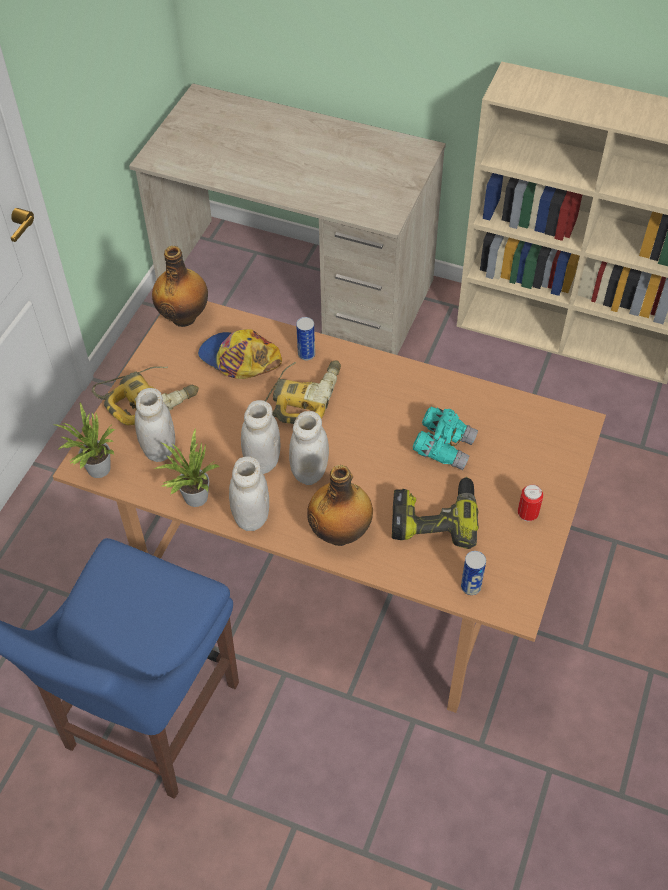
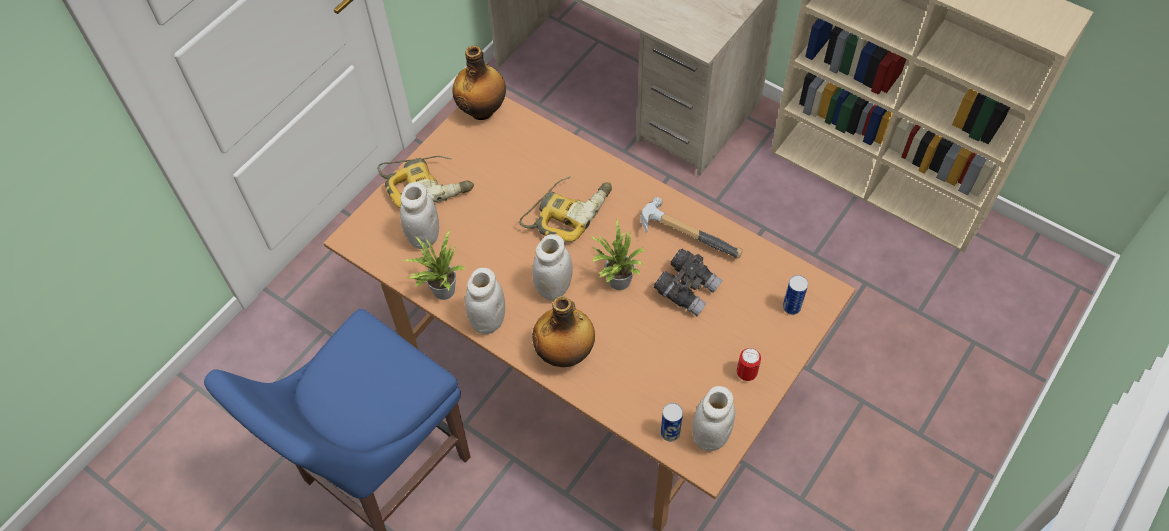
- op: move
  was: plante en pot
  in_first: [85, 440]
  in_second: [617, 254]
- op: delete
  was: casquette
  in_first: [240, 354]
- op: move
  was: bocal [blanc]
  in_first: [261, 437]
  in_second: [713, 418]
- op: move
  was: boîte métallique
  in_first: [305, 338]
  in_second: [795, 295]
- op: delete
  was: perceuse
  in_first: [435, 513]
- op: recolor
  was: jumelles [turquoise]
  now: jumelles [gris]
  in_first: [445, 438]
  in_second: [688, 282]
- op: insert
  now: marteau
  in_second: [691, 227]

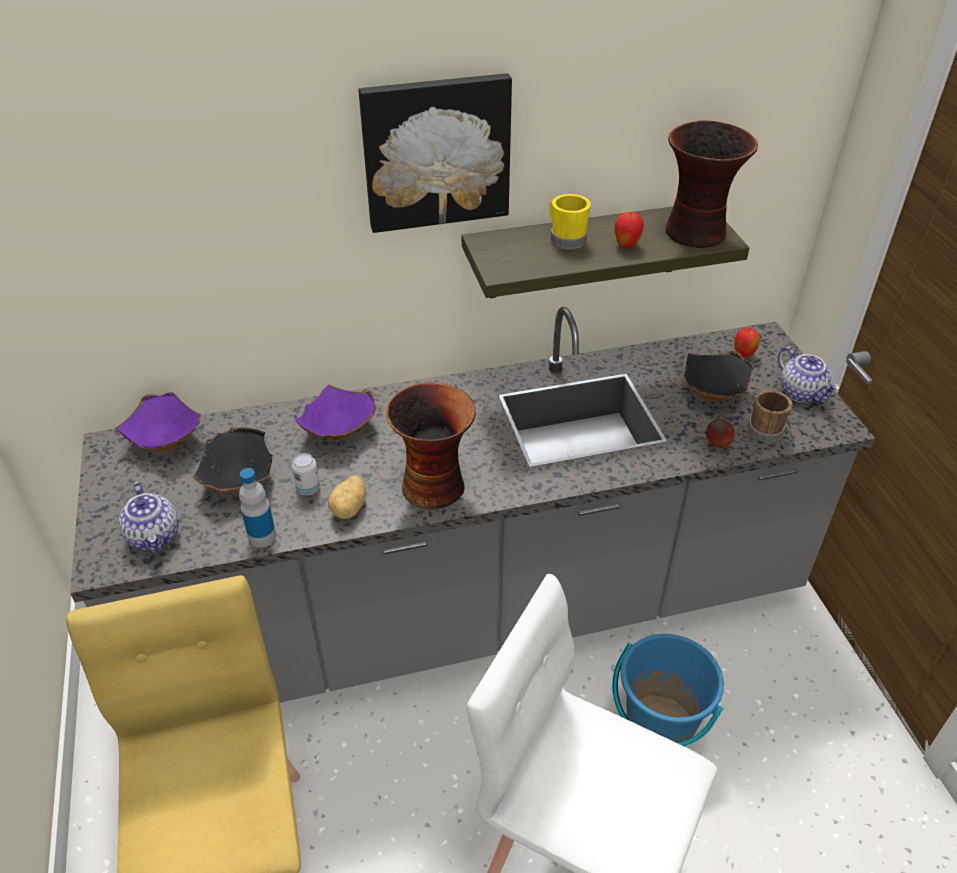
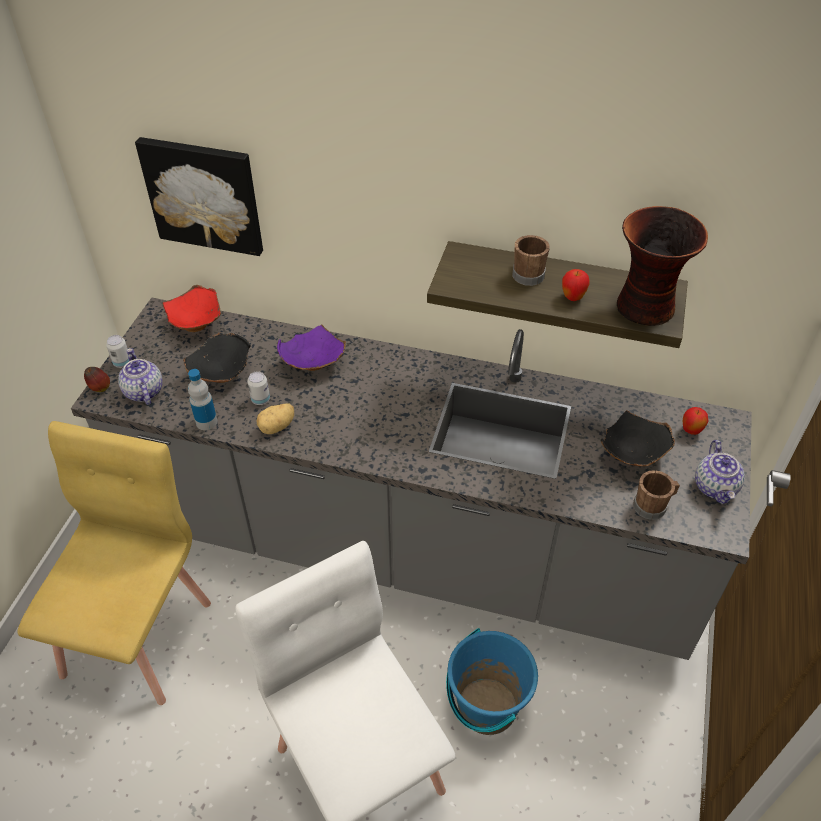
- op: recolor
  was: bol [violet]
  now: bol [rouge]
  in_first: [158, 422]
  in_second: [191, 308]
- op: rotate
  was: théière
  in_first: [149, 517]
  in_second: [140, 376]
  clockwise: 150
- op: move
  was: tableau
  in_first: [435, 153]
  in_second: [199, 196]
- op: delete
  was: vase
  in_first: [430, 446]
- op: recolor
  was: mug [jaune]
  now: mug [marron]
  in_first: [570, 221]
  in_second: [531, 260]
- op: move
  was: pomme
  in_first: [720, 433]
  in_second: [97, 379]
- op: insert
  now: boîte métallique
  in_second: [117, 351]

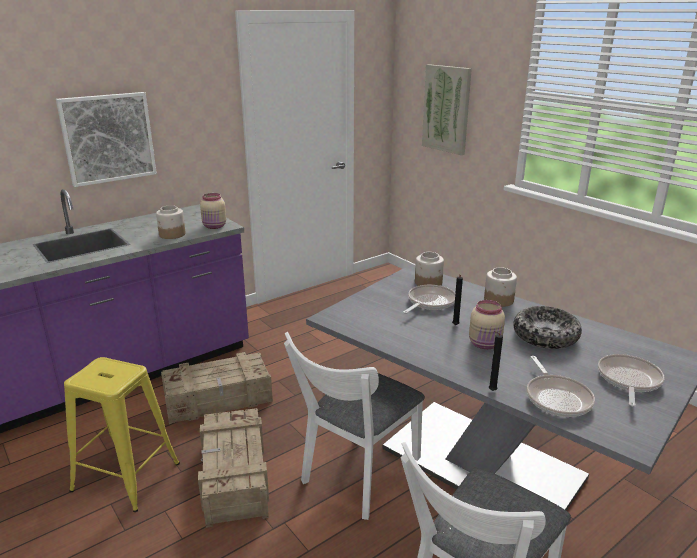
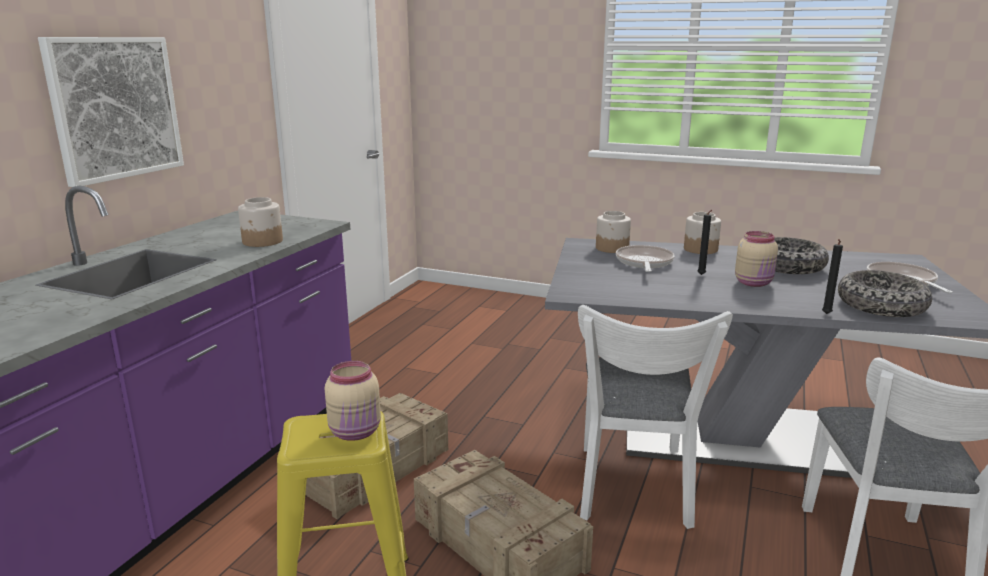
- op: move
  was: bocal [beige]
  in_first: [213, 211]
  in_second: [353, 401]
- op: delete
  was: tableau
  in_first: [447, 109]
- op: replace
  was: poêle
  now: bol
  in_first: [561, 386]
  in_second: [885, 293]

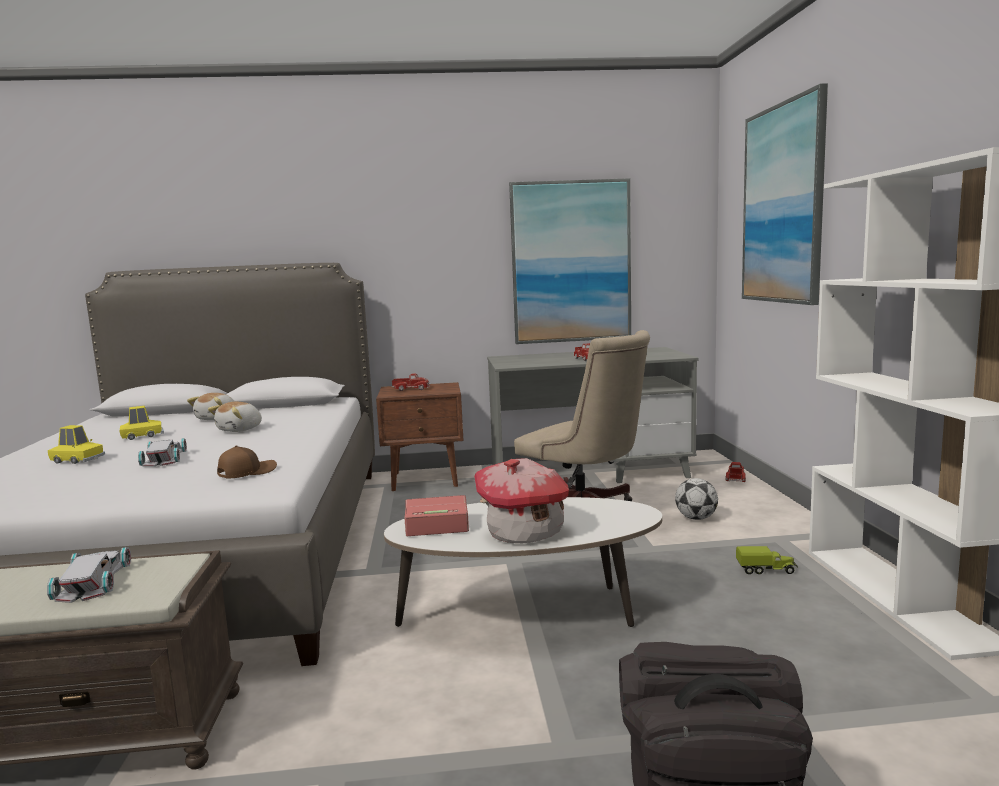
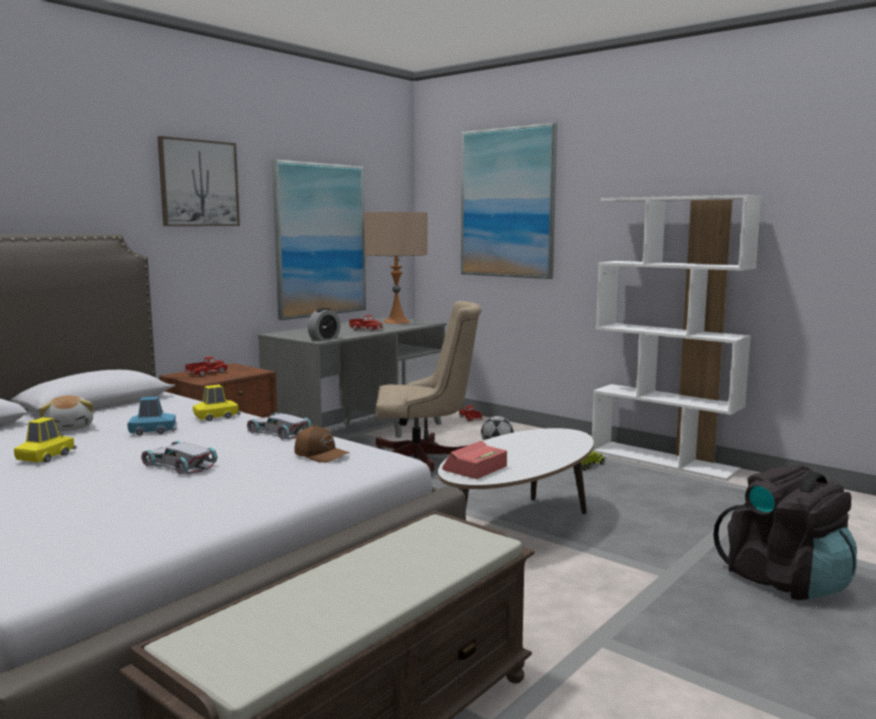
- op: move
  was: petite voiture [blanc]
  in_first: [89, 575]
  in_second: [279, 426]
- op: move
  was: petite voiture [jaune]
  in_first: [76, 444]
  in_second: [217, 403]
- op: replace
  was: peluche
  now: petite voiture [bleu]
  in_first: [235, 416]
  in_second: [152, 416]
- op: rotate
  was: casquette [marron]
  in_first: [247, 461]
  in_second: [322, 443]
  clockwise: 120
- op: delete
  was: maison miniature
  in_first: [521, 500]
- op: insert
  now: tableau
  in_second: [198, 181]
- op: insert
  now: réveil
  in_second: [324, 324]
- op: insert
  now: lampe de table [beige]
  in_second: [396, 268]

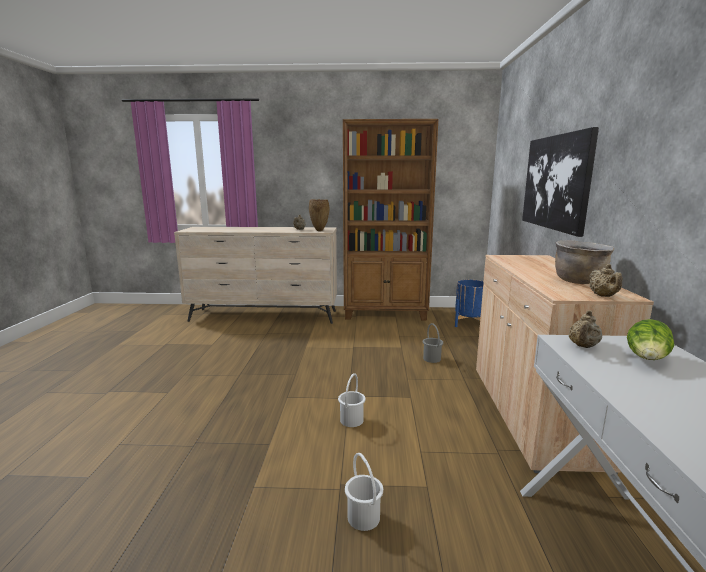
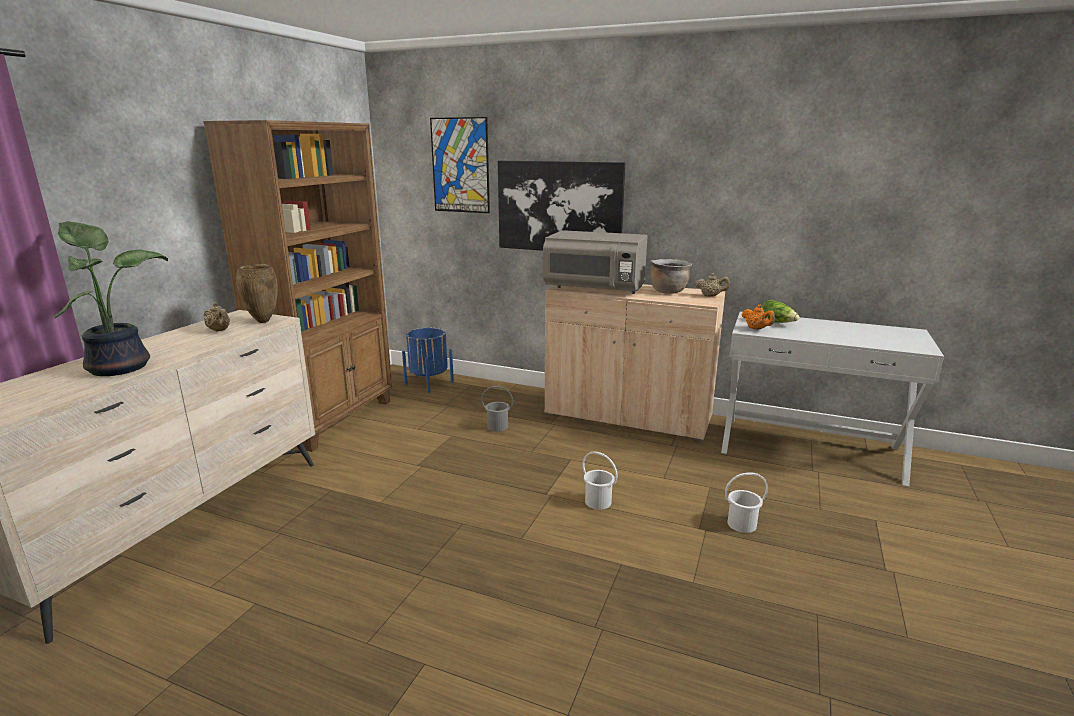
- op: recolor
  was: théière [beige]
  now: théière [orange]
  in_first: [585, 329]
  in_second: [758, 317]
- op: insert
  now: plante en pot
  in_second: [111, 298]
- op: insert
  now: tableau
  in_second: [460, 165]
- op: insert
  now: micro-ondes [gris]
  in_second: [595, 262]

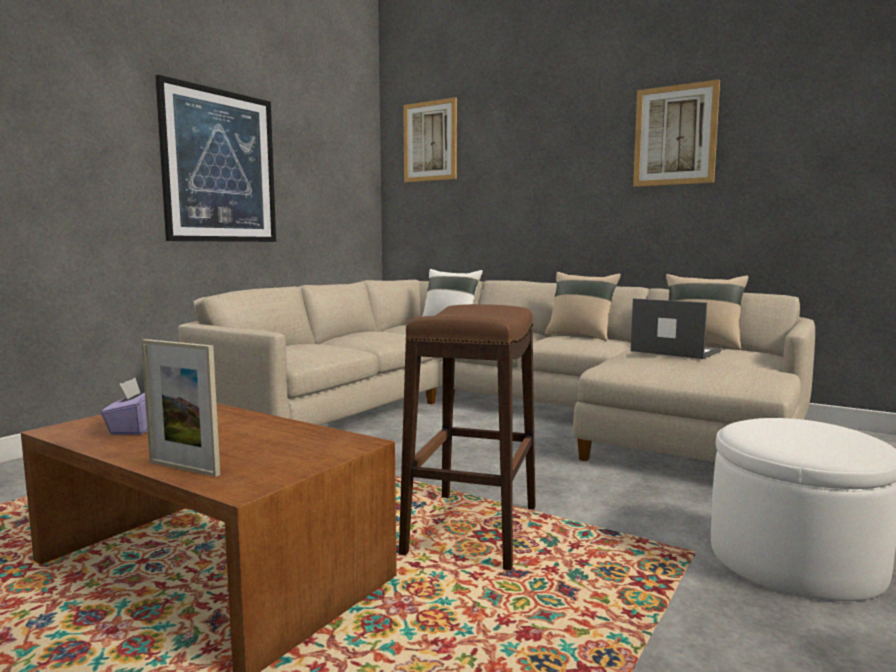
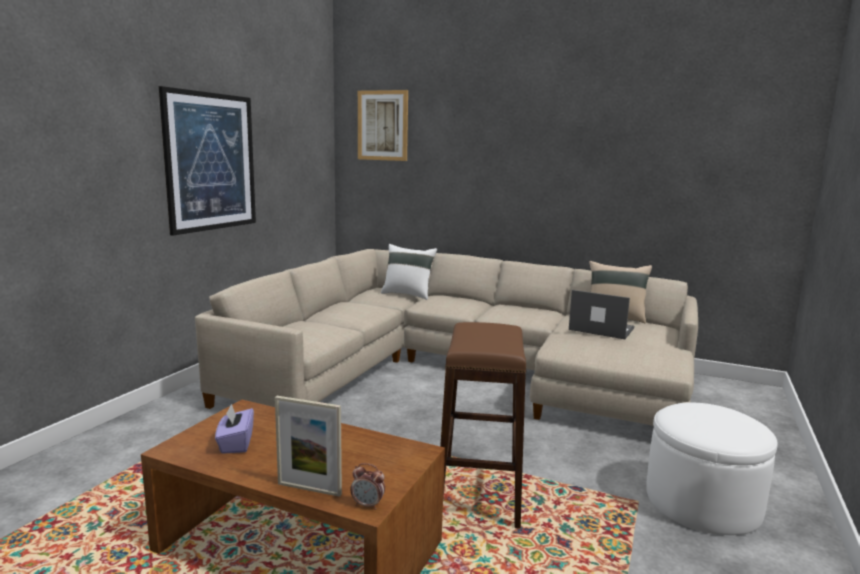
- op: delete
  was: coussin [beige]
  in_first: [583, 306]
- op: delete
  was: tableau
  in_first: [676, 133]
- op: insert
  now: réveil
  in_second: [367, 486]

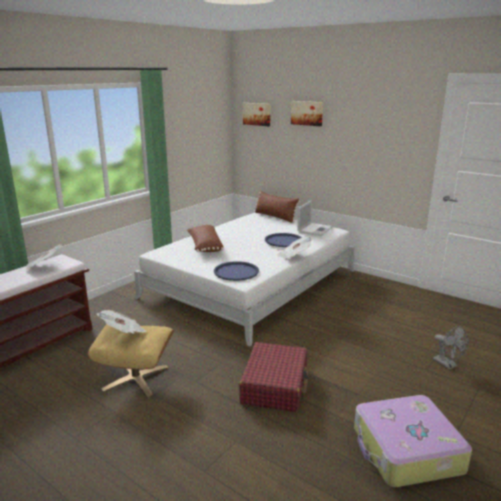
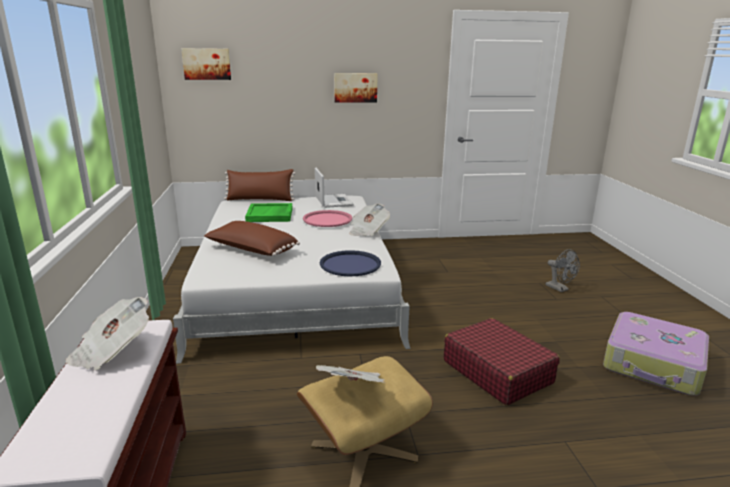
- op: recolor
  was: plateau [bleu]
  now: plateau [rose]
  in_first: [283, 240]
  in_second: [327, 218]
- op: move
  was: tableau
  in_first: [307, 113]
  in_second: [356, 88]
- op: rotate
  was: ventilateur [gris]
  in_first: [451, 348]
  in_second: [563, 270]
  clockwise: 45
- op: insert
  now: plateau [vert]
  in_second: [268, 212]

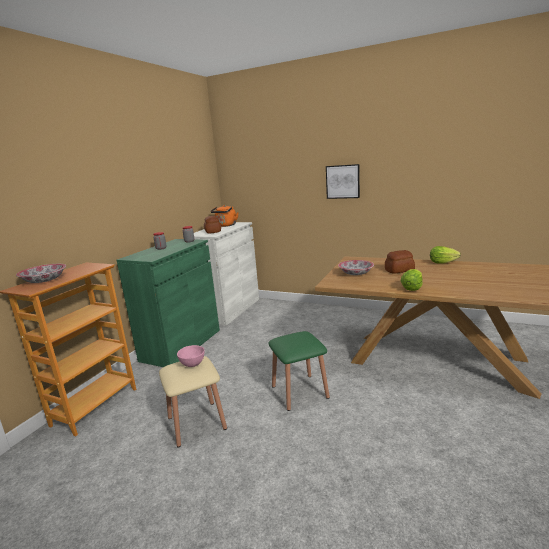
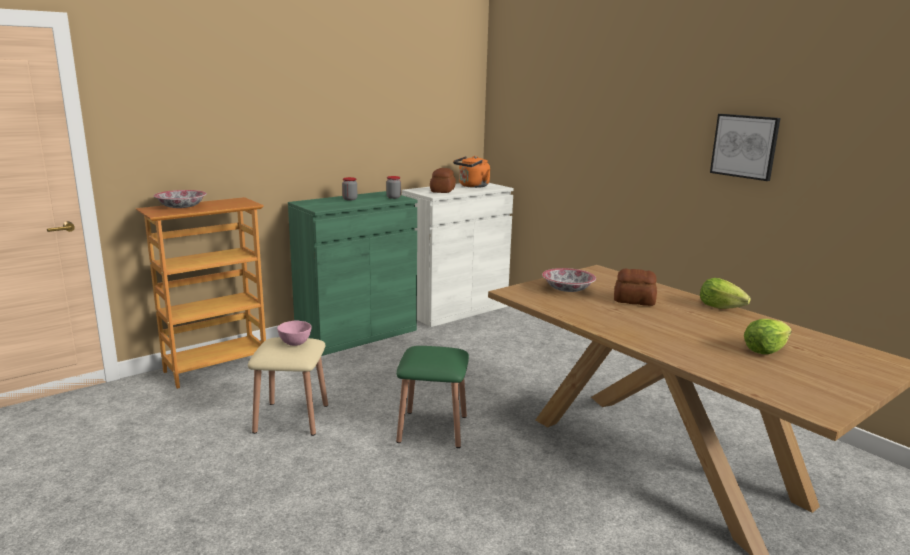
- op: move
  was: tableau
  in_first: [343, 181]
  in_second: [745, 147]
- op: move
  was: laitue
  in_first: [411, 280]
  in_second: [768, 336]

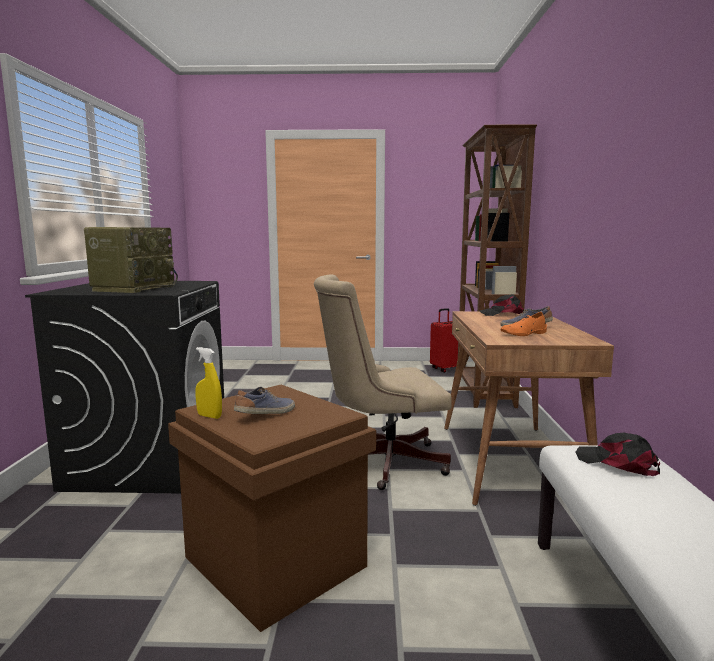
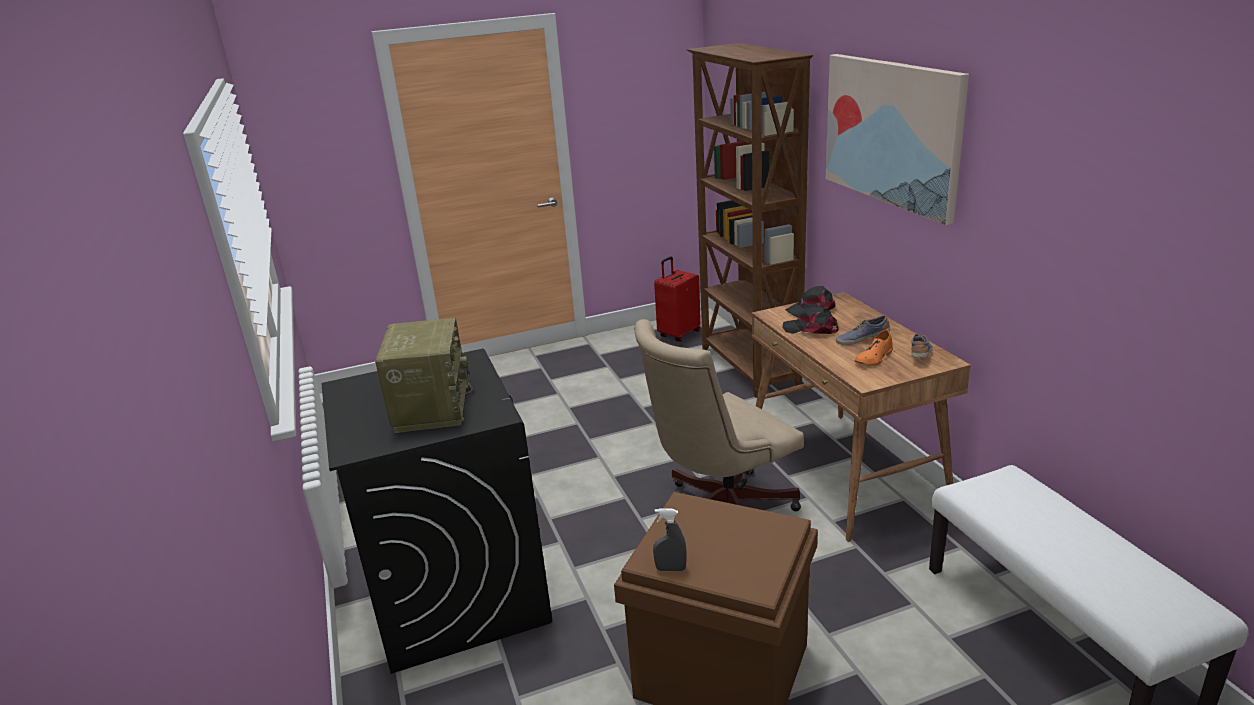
- op: recolor
  was: vaporisateur [jaune]
  now: vaporisateur [gris]
  in_first: [208, 383]
  in_second: [670, 539]
- op: move
  was: chaussure
  in_first: [264, 400]
  in_second: [922, 346]
- op: move
  was: casquette [noir]
  in_first: [618, 454]
  in_second: [810, 320]
- op: insert
  now: tableau
  in_second: [897, 139]

